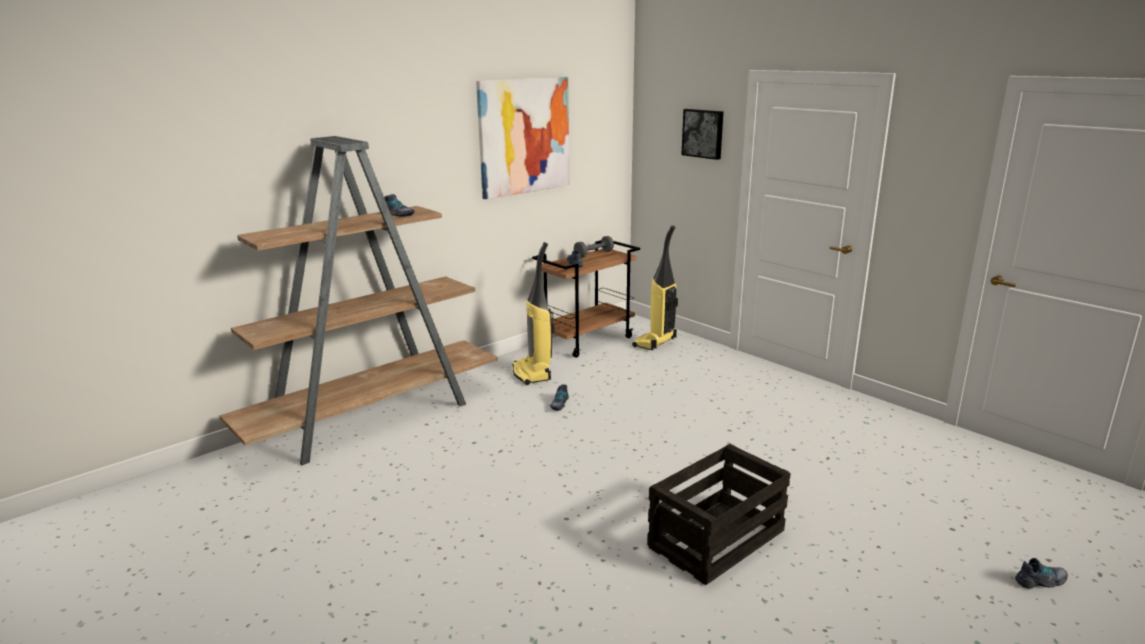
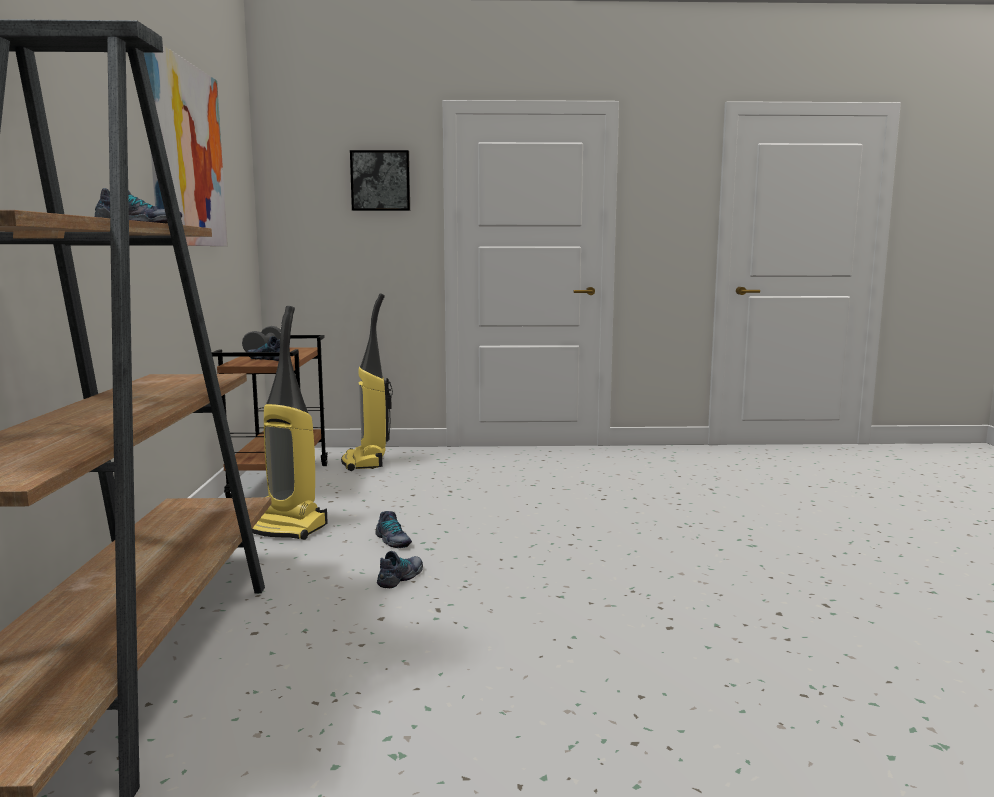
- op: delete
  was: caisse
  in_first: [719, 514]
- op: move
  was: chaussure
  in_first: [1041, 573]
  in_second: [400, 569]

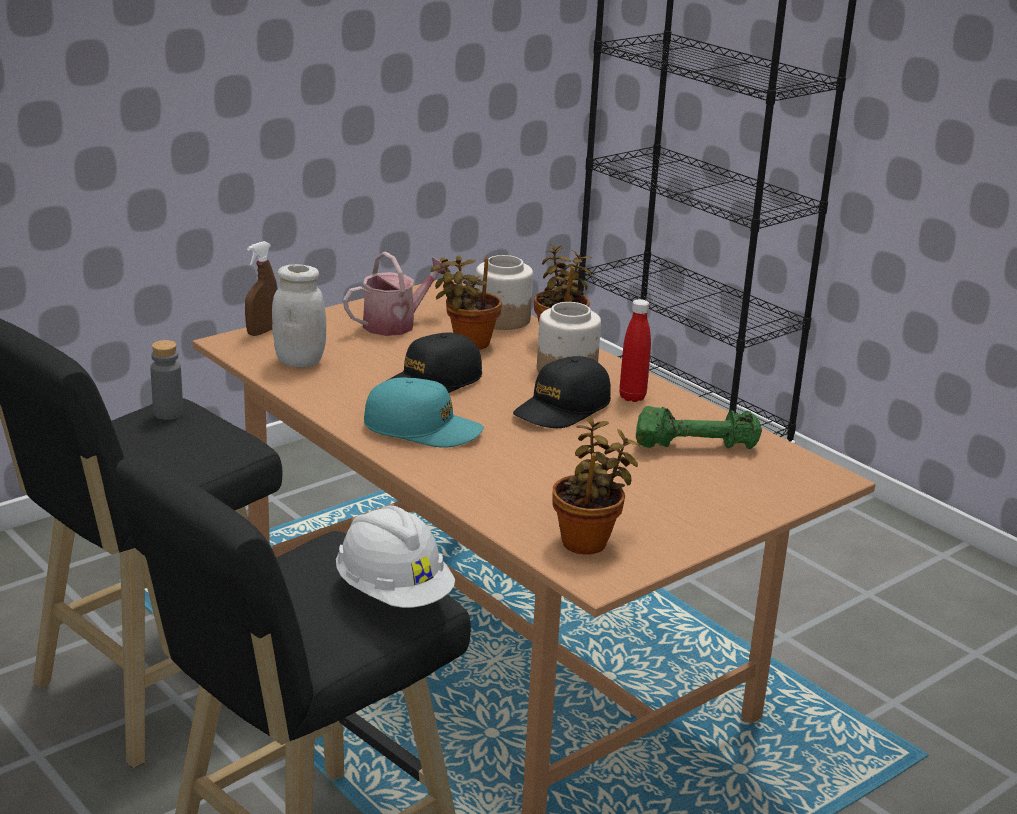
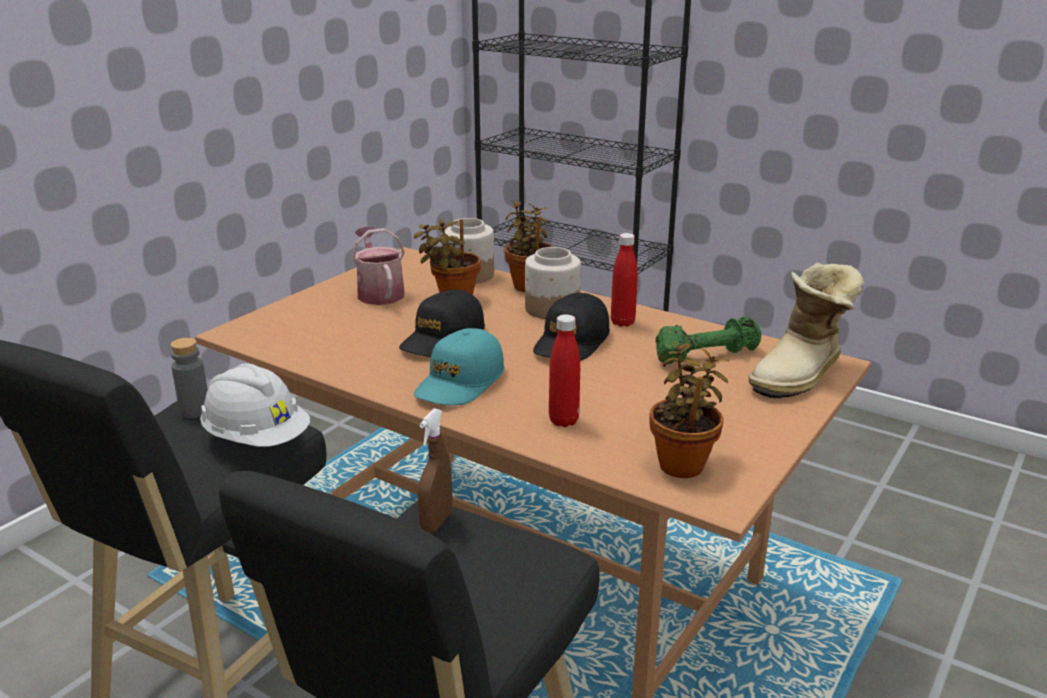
- op: move
  was: vaporisateur [marron]
  in_first: [261, 288]
  in_second: [435, 470]
- op: delete
  was: bocal [blanc]
  in_first: [299, 315]
- op: move
  was: casque de chantier [blanc]
  in_first: [395, 556]
  in_second: [255, 405]
- op: rotate
  was: arrosoir
  in_first: [397, 294]
  in_second: [378, 265]
  clockwise: -60
- op: rotate
  was: casquette [turquoise]
  in_first: [424, 412]
  in_second: [459, 366]
  clockwise: 120
- op: insert
  now: bouteille [rouge]
  in_second: [564, 370]
- op: insert
  now: botte
  in_second: [806, 330]

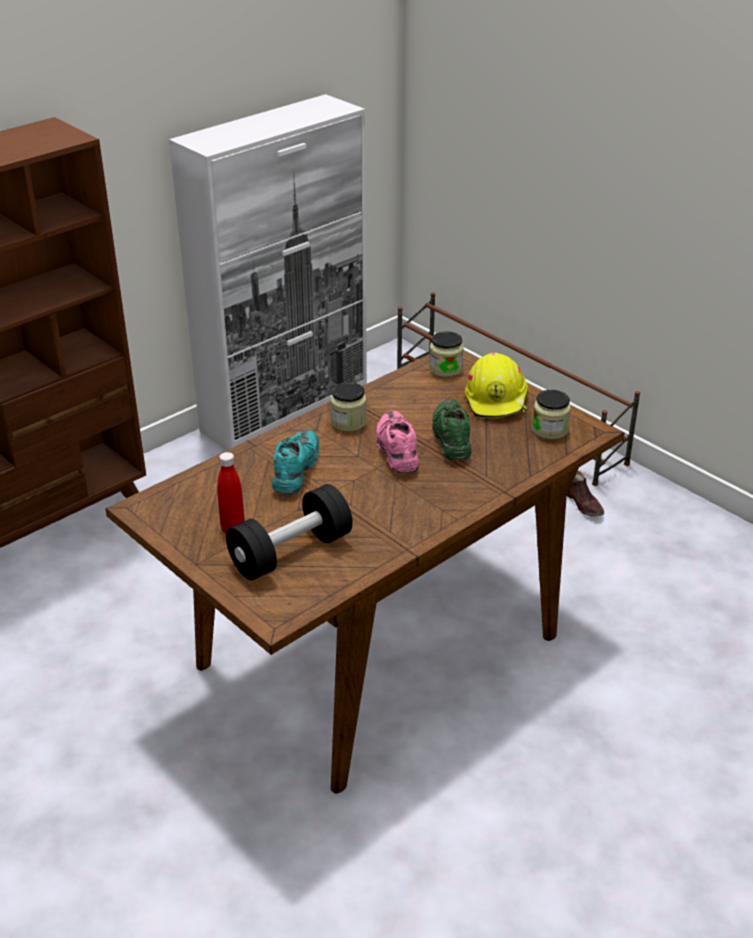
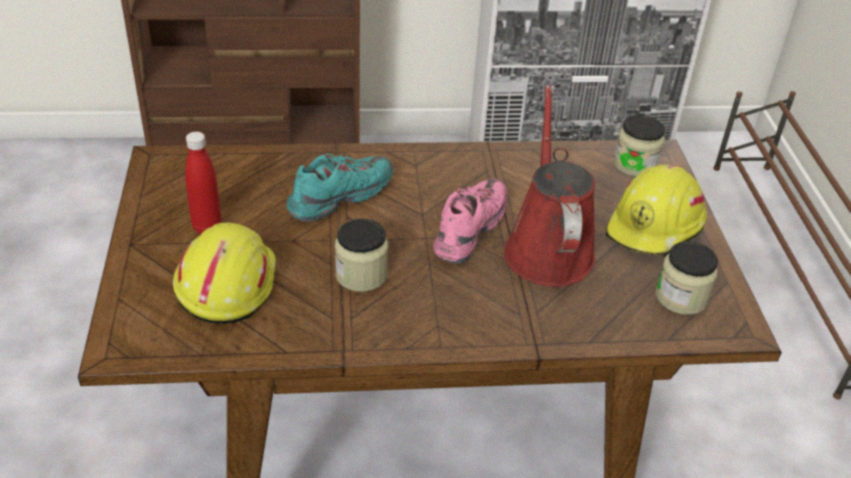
- op: replace
  was: haltère [noir]
  now: casque de chantier [jaune]
  in_first: [289, 532]
  in_second: [224, 273]
- op: move
  was: bocal
  in_first: [348, 407]
  in_second: [361, 255]
- op: replace
  was: chaussure [vert]
  now: arrosoir [rouge]
  in_first: [452, 429]
  in_second: [549, 186]
- op: delete
  was: chaussure [marron]
  in_first: [585, 494]

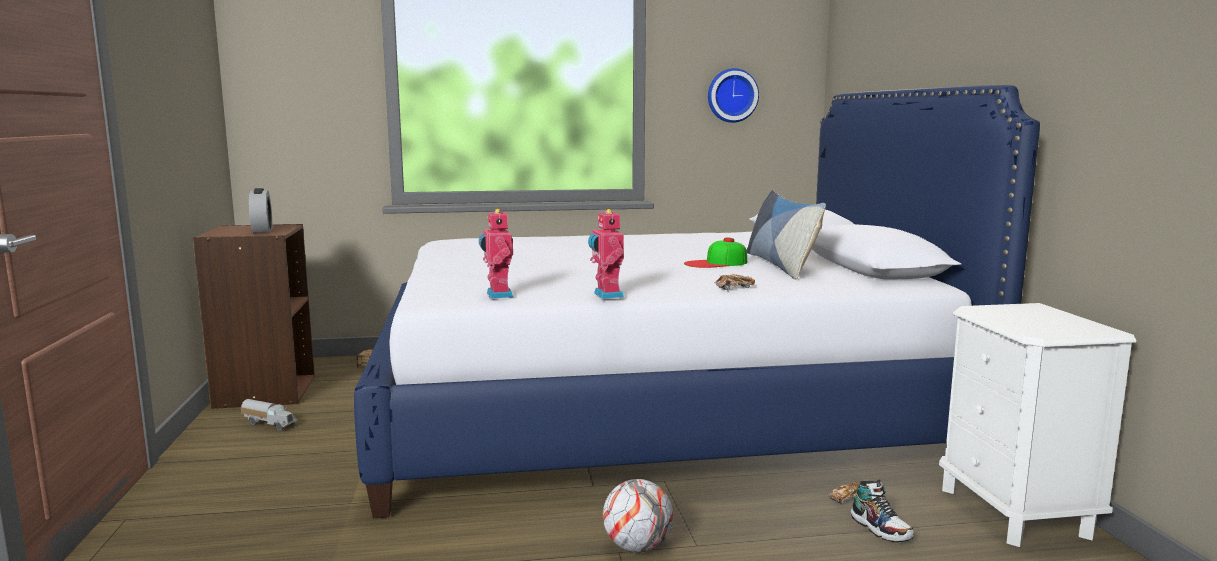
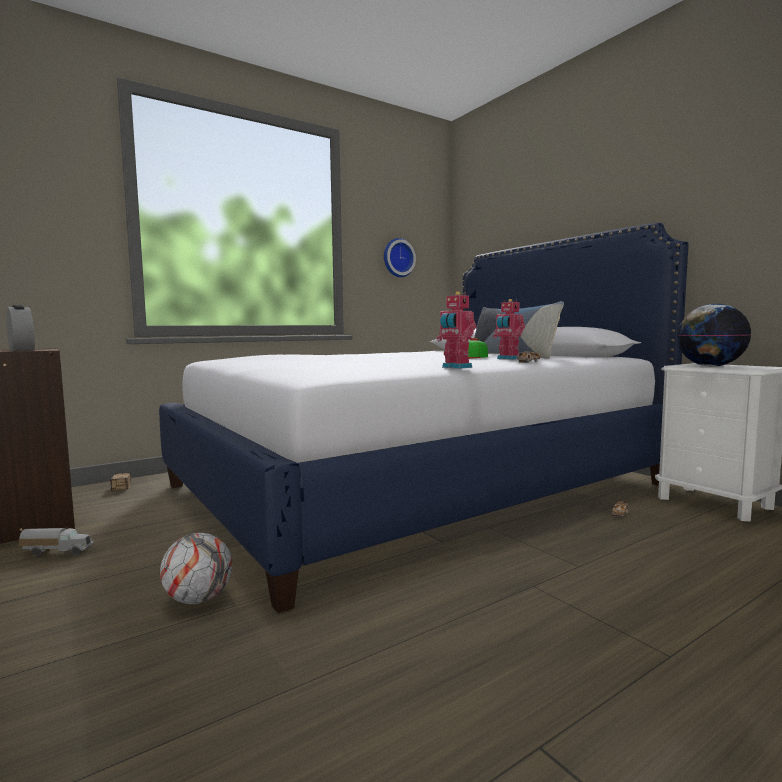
- op: move
  was: robot jouet
  in_first: [496, 254]
  in_second: [509, 329]
- op: move
  was: ballon de foot
  in_first: [638, 515]
  in_second: [196, 568]
- op: delete
  was: chaussure
  in_first: [882, 511]
- op: insert
  now: globe
  in_second: [714, 335]

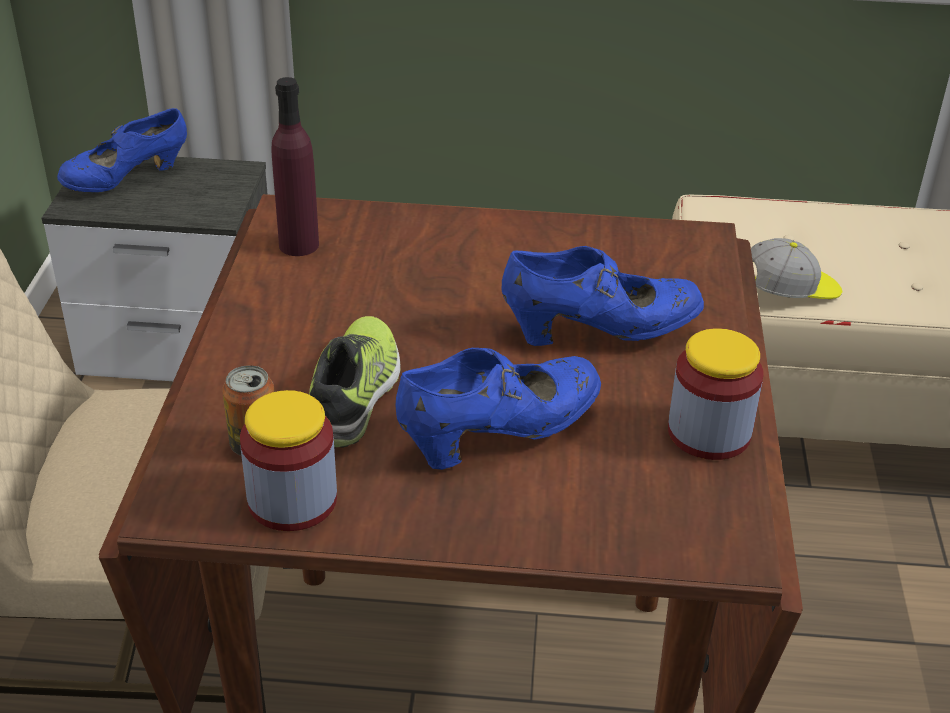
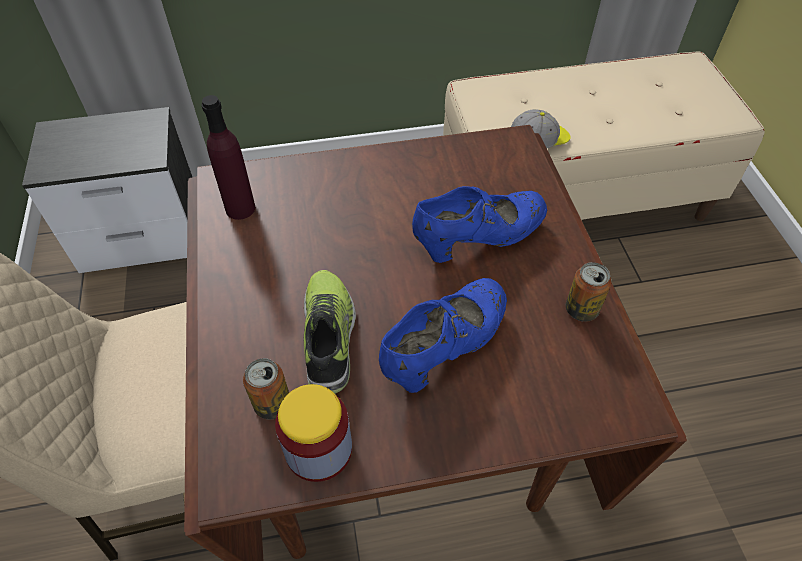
- op: delete
  was: chaussure [bleu]
  in_first: [122, 150]
- op: replace
  was: bocal
  now: boîte métallique
  in_first: [716, 394]
  in_second: [588, 292]

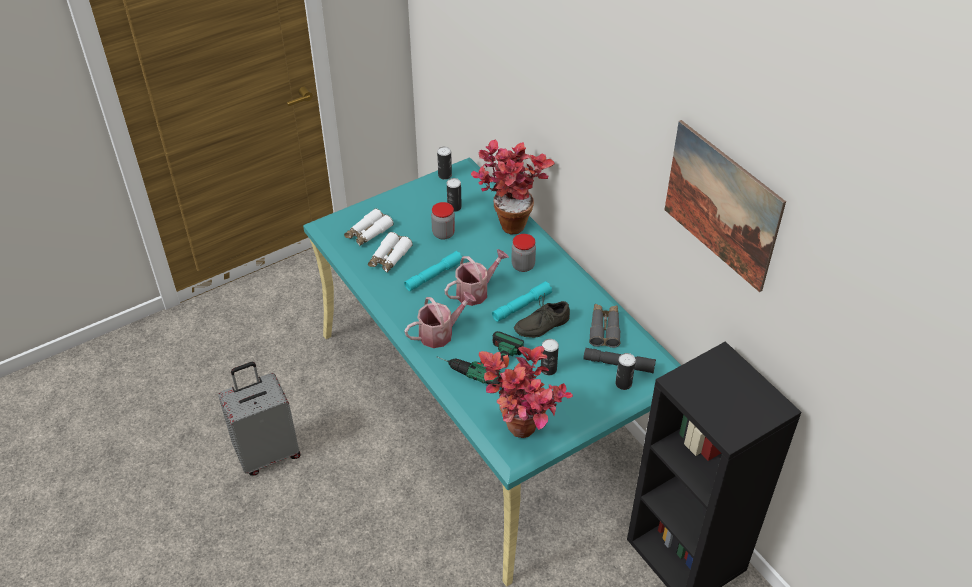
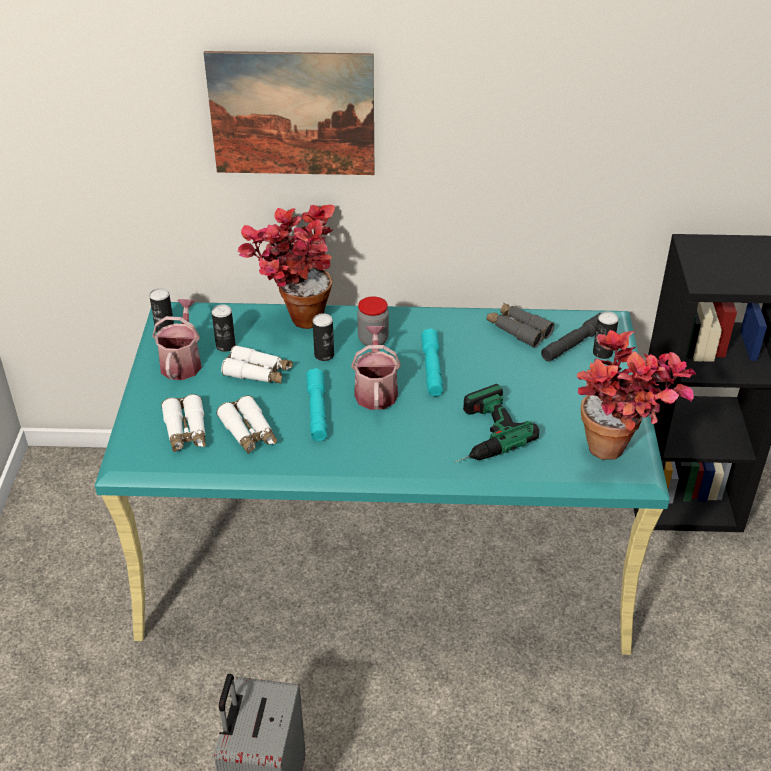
- op: move
  was: arrosoir
  in_first: [440, 320]
  in_second: [177, 339]
- op: replace
  was: bocal
  now: jumelles [blanc]
  in_first: [443, 221]
  in_second: [257, 364]
- op: delete
  was: chaussure [gris]
  in_first: [542, 315]
- op: move
  was: boîte métallique
  in_first: [550, 357]
  in_second: [323, 337]
- op: move
  was: tableau
  in_first: [725, 206]
  in_second: [289, 113]

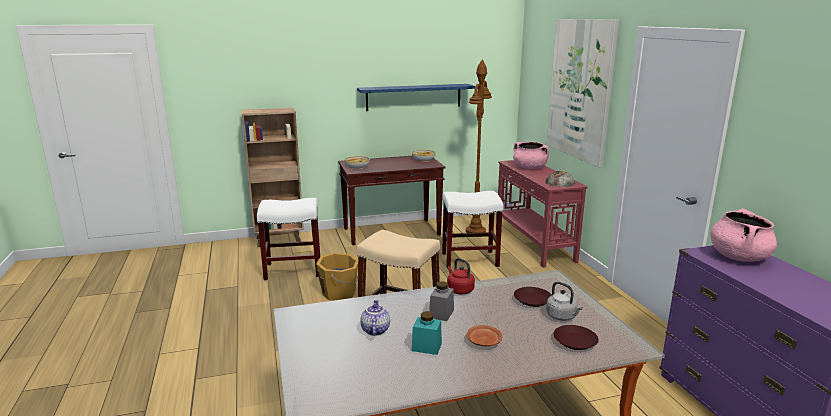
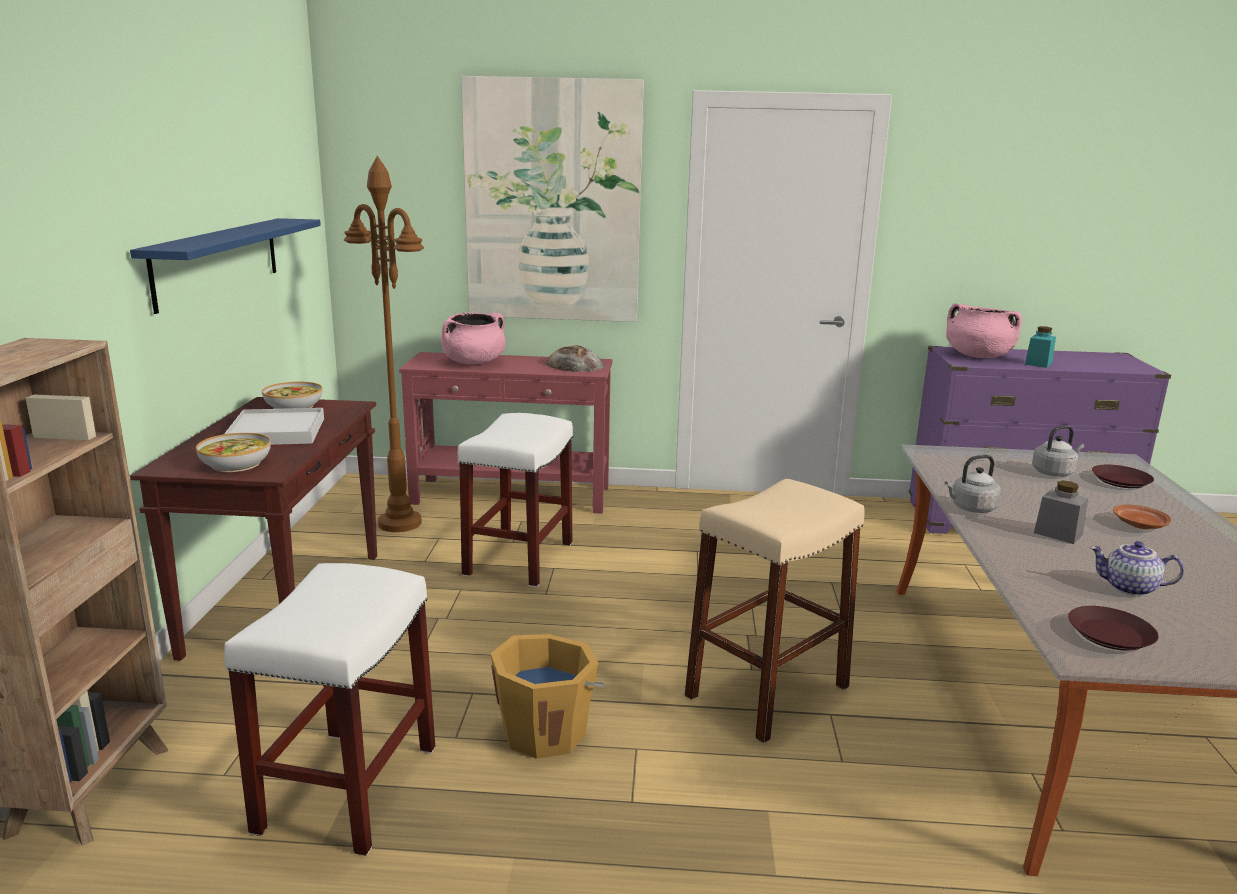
- op: move
  was: bocal [turquoise]
  in_first: [427, 333]
  in_second: [1040, 347]
- op: recolor
  was: bouilloire [rouge]
  now: bouilloire [gris]
  in_first: [461, 276]
  in_second: [972, 484]
- op: move
  was: assiette [marron]
  in_first: [533, 297]
  in_second: [1113, 628]
- op: insert
  now: plateau [blanc]
  in_second: [274, 426]

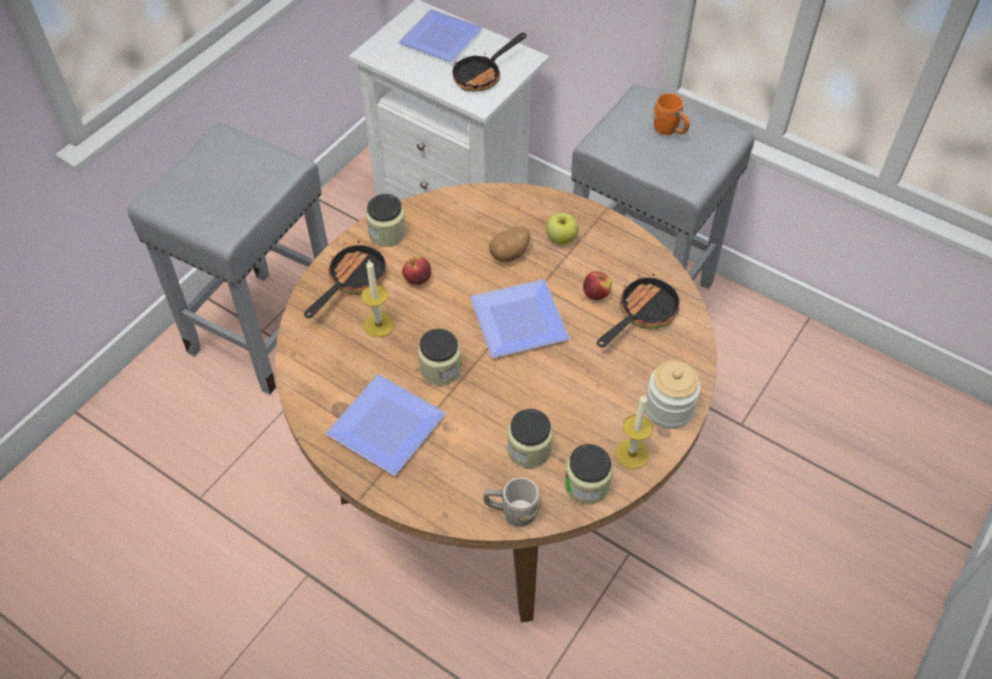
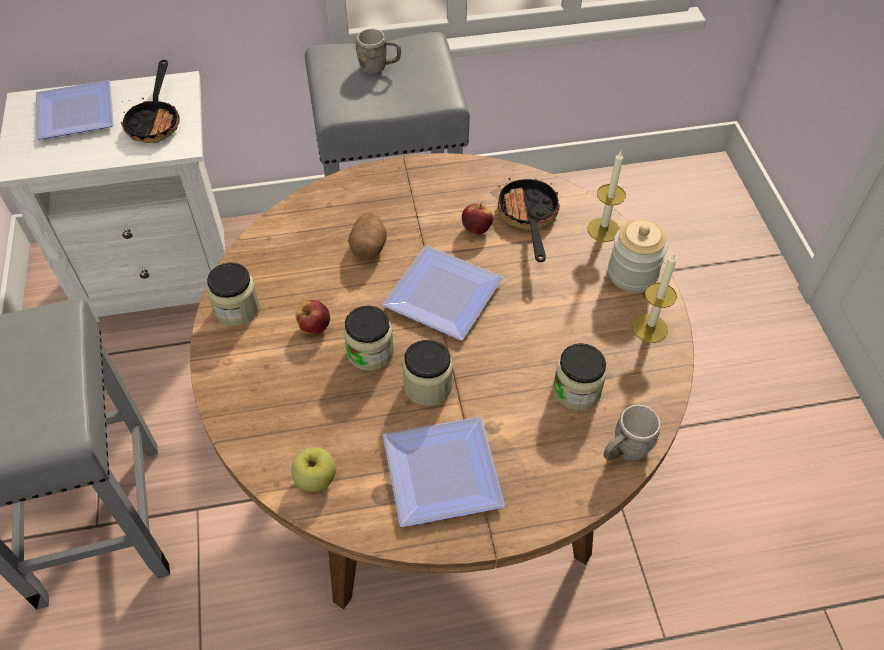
- op: delete
  was: poêle
  in_first: [345, 279]
- op: move
  was: bougie
  in_first: [377, 298]
  in_second: [607, 196]
- op: move
  was: pomme
  in_first: [562, 229]
  in_second: [313, 469]
- op: move
  was: bocal
  in_first: [588, 474]
  in_second: [369, 338]
- op: recolor
  was: mug [orange]
  now: mug [gris]
  in_first: [671, 114]
  in_second: [378, 51]

